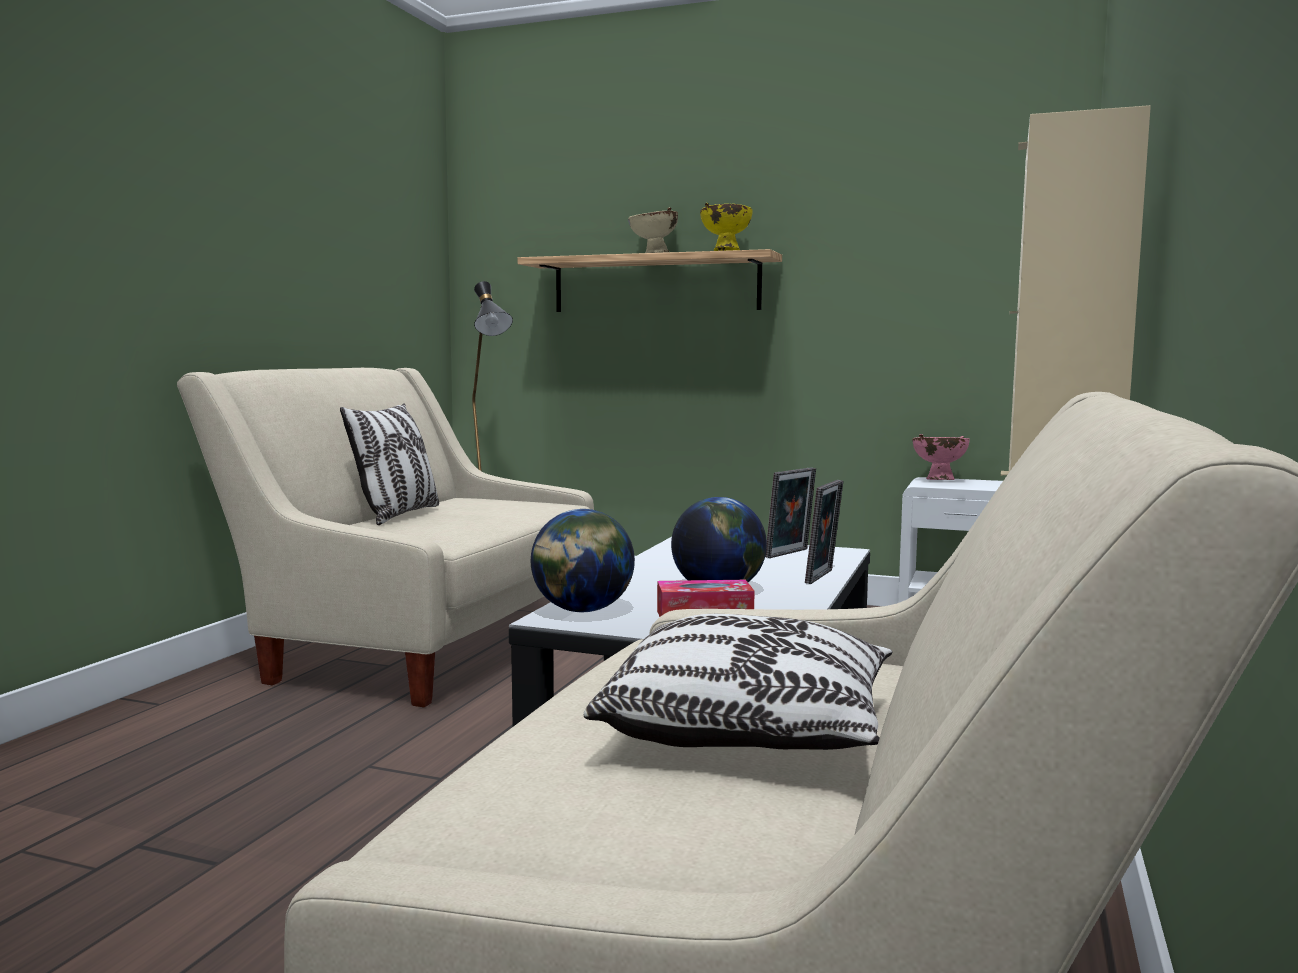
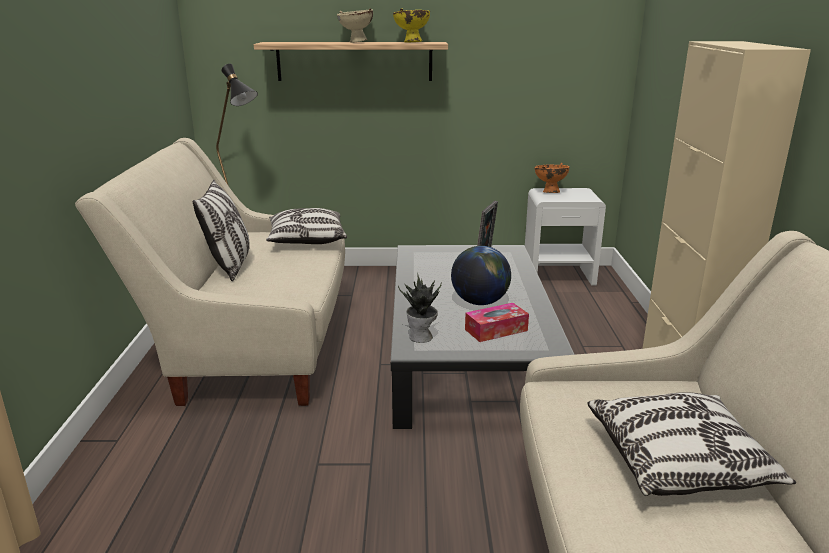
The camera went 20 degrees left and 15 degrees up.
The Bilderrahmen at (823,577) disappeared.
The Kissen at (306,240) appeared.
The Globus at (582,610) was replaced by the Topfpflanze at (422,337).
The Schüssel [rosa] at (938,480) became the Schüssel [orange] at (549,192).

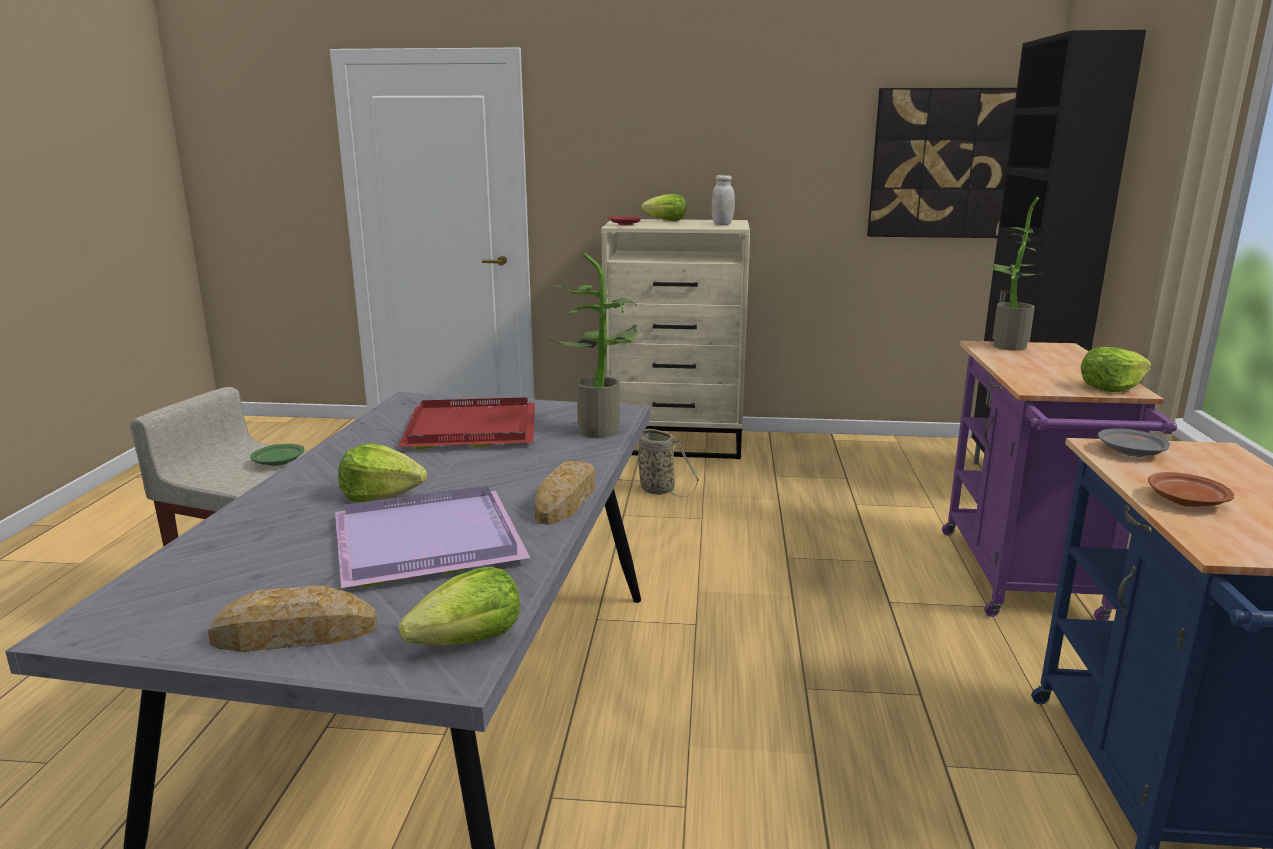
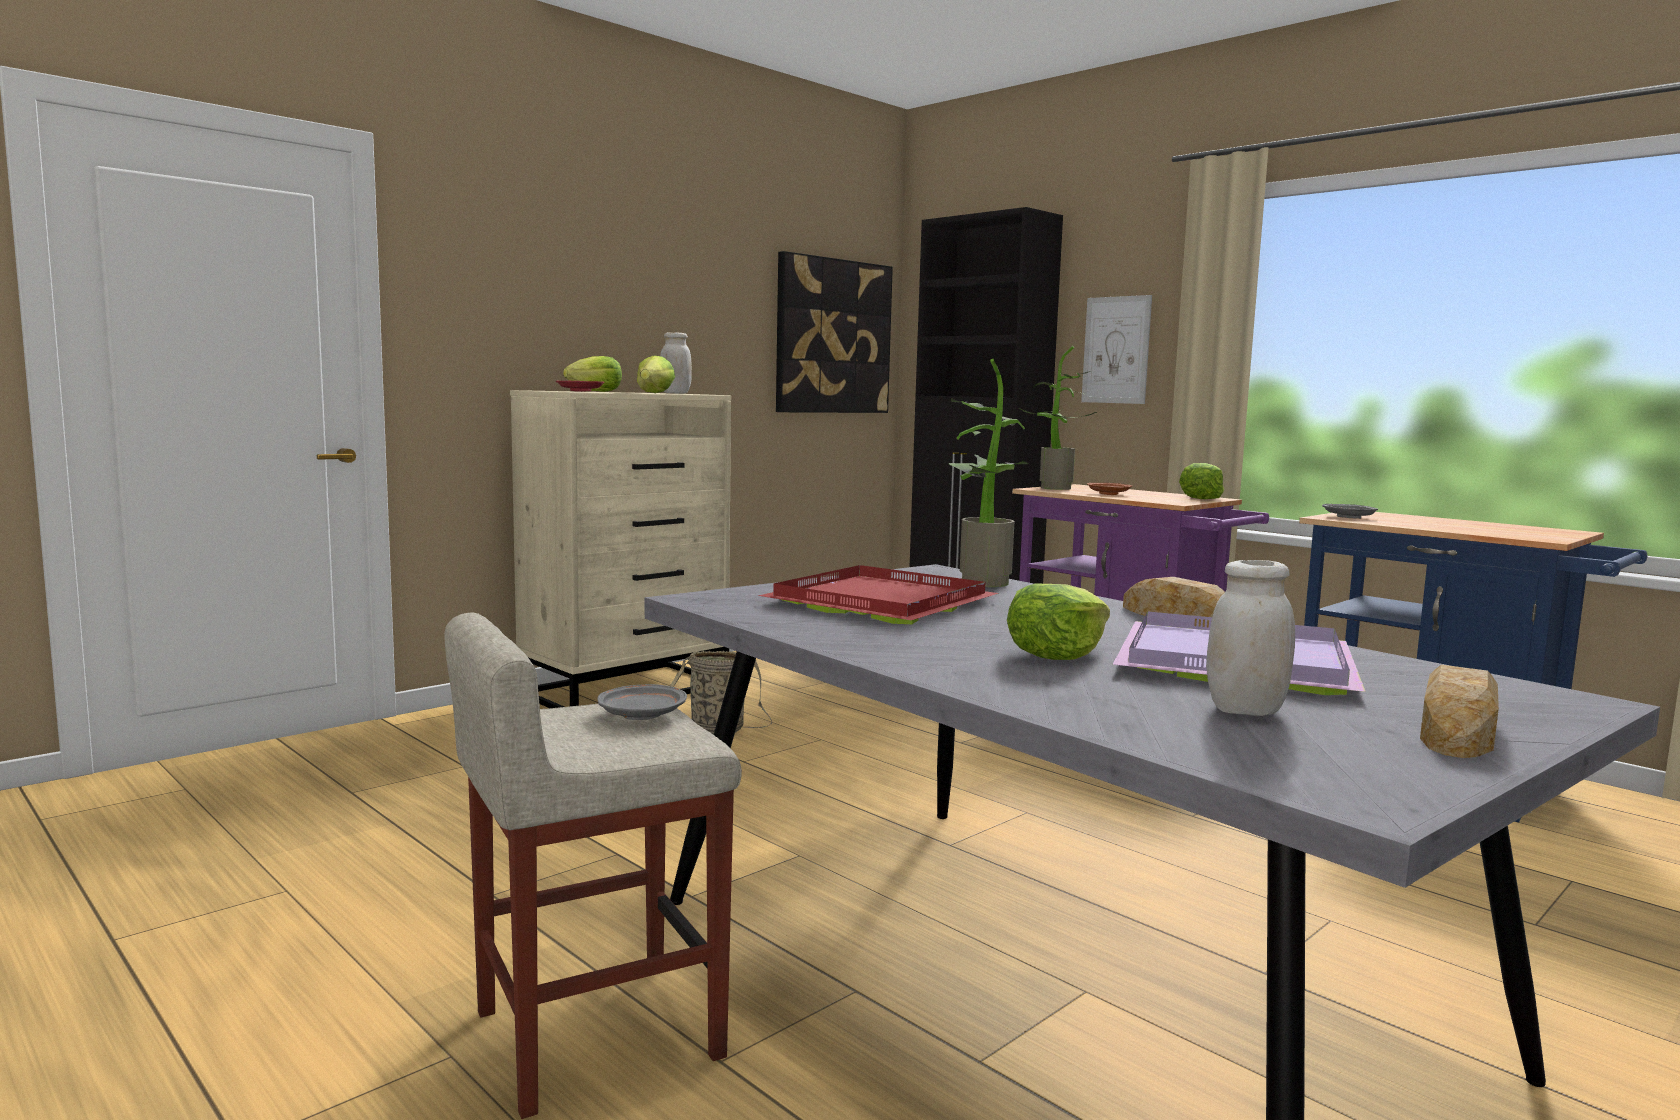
The camera went 50 degrees left and 10 degrees down.
The Bild at (1116,350) appeared.
The Vorratsglas [weiß] at (1245,710) appeared.
The Salatkopf moved from (470,642) to (654,393).
The Teller [braun] moved from (1185,500) to (1108,494).
The Teller [grün] at (279,462) became the Teller [grau] at (642,715).

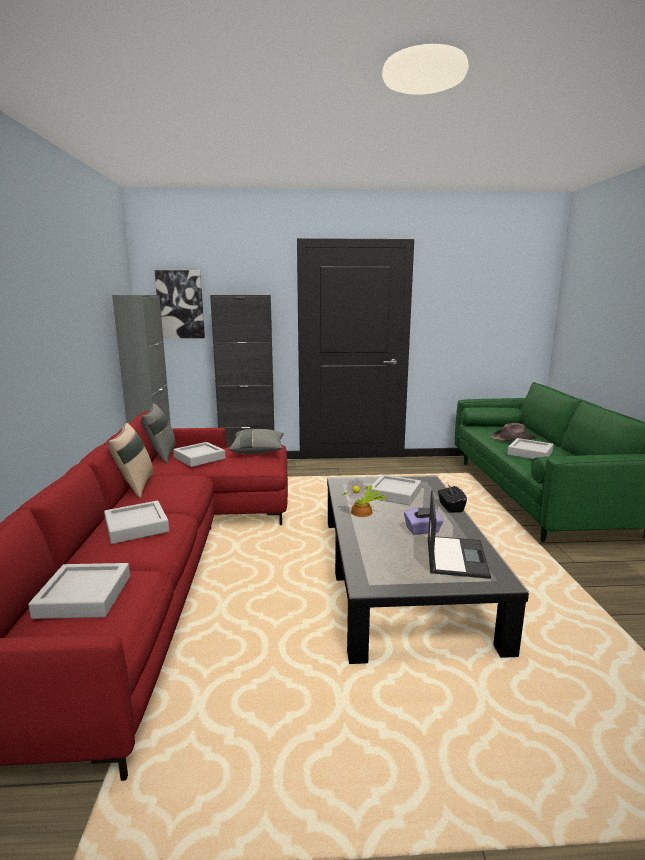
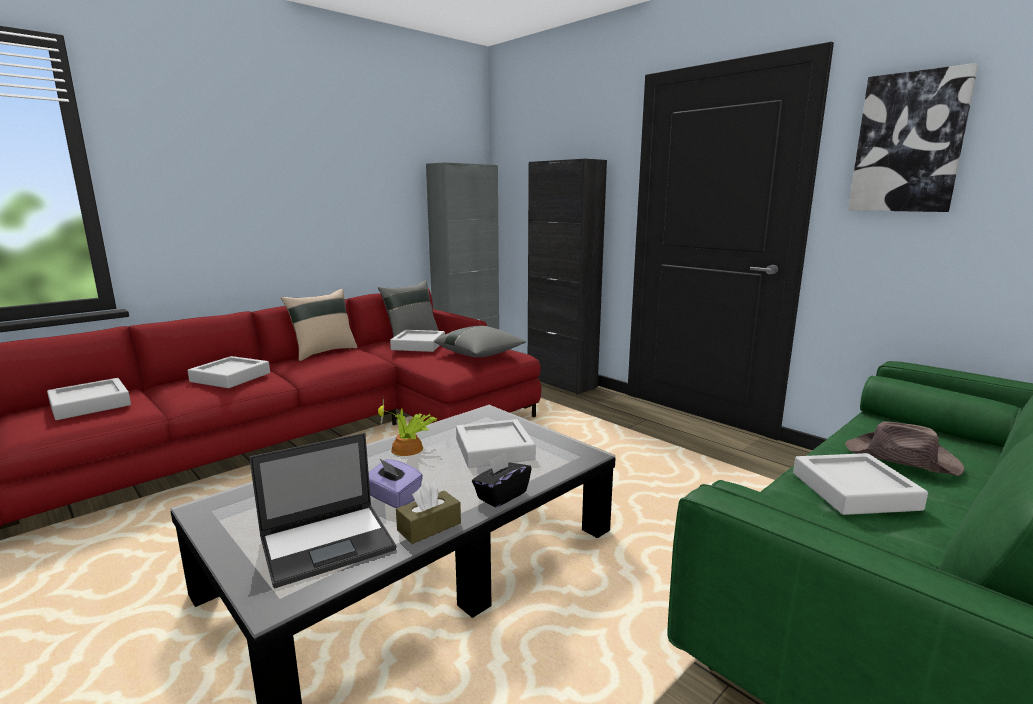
The camera went 50 degrees right and 0 degrees up.
The Taschentuchbox [braun] at (429,527) appeared.
The Bild moved from (180,304) to (909,143).

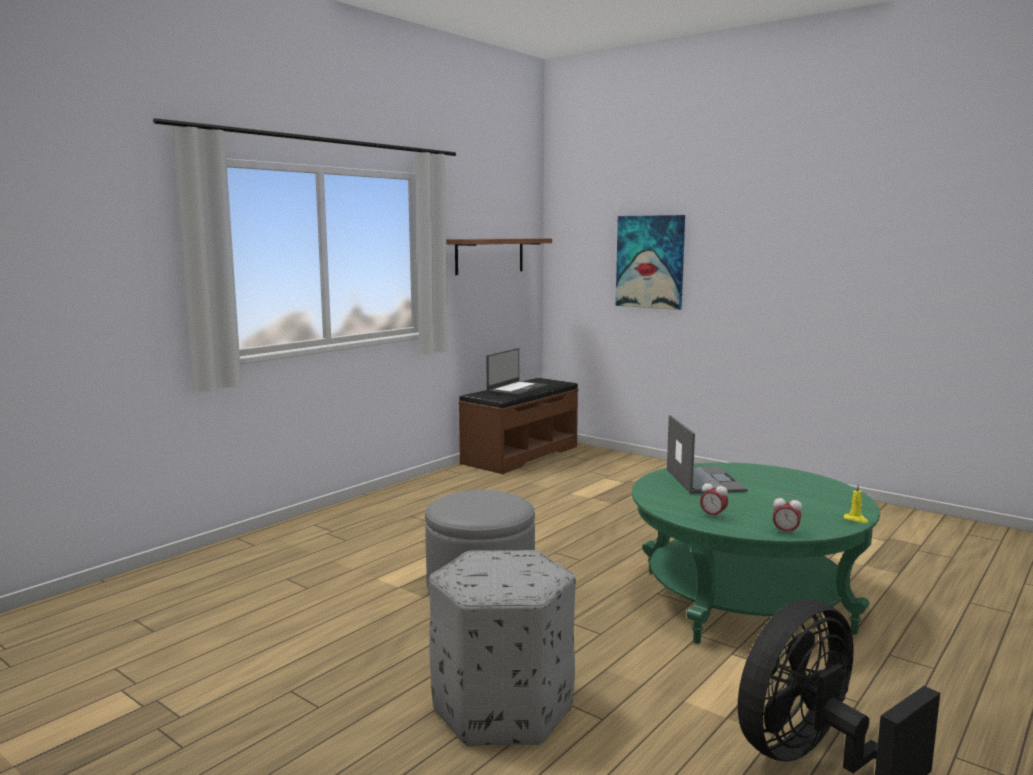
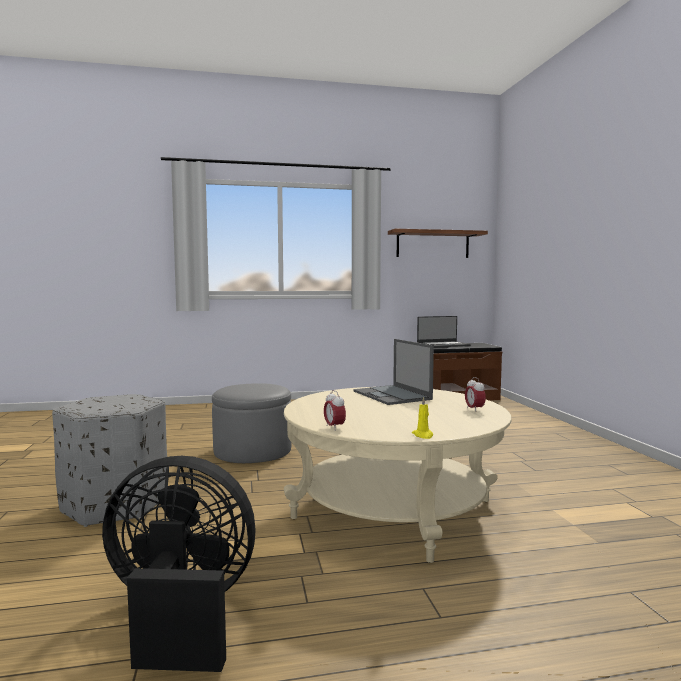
The camera went 40 degrees right and 5 degrees down.
The Bild at (650,261) disappeared.
The Wecker moved from (713,516) to (474,409).
The Couchtisch [grün] at (745,600) became the Couchtisch [beige] at (394,509).
The Laptop at (704,480) turned 120 degrees clockwise.

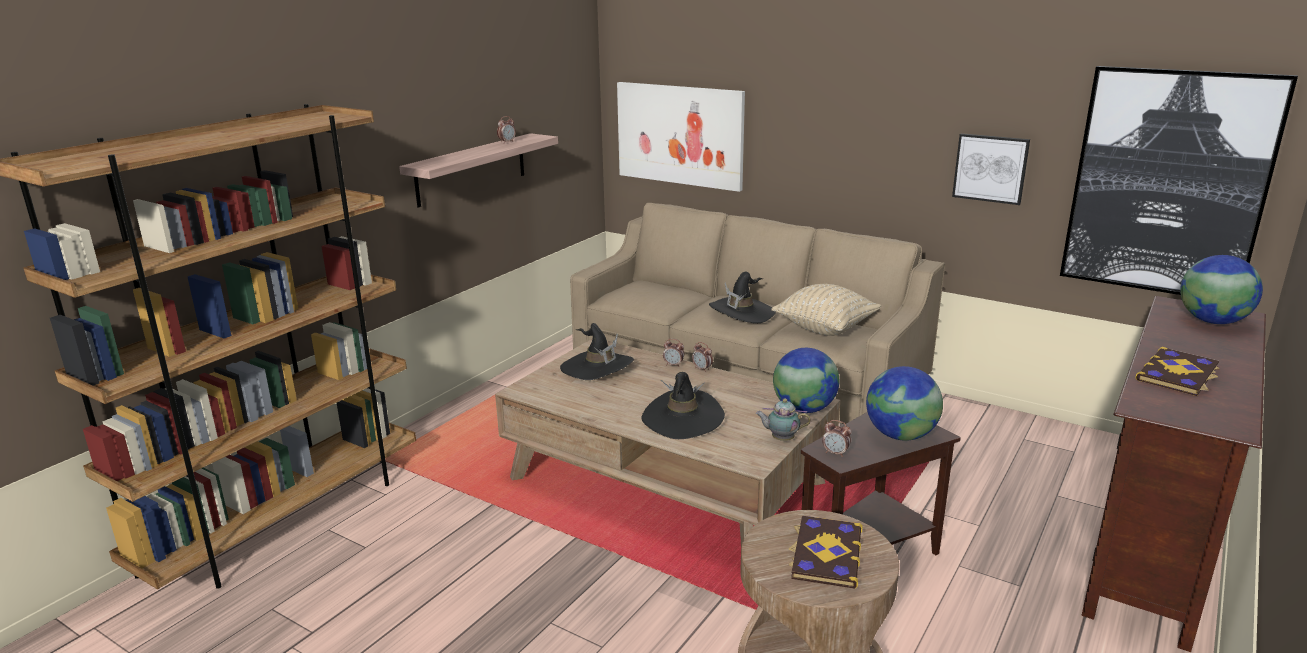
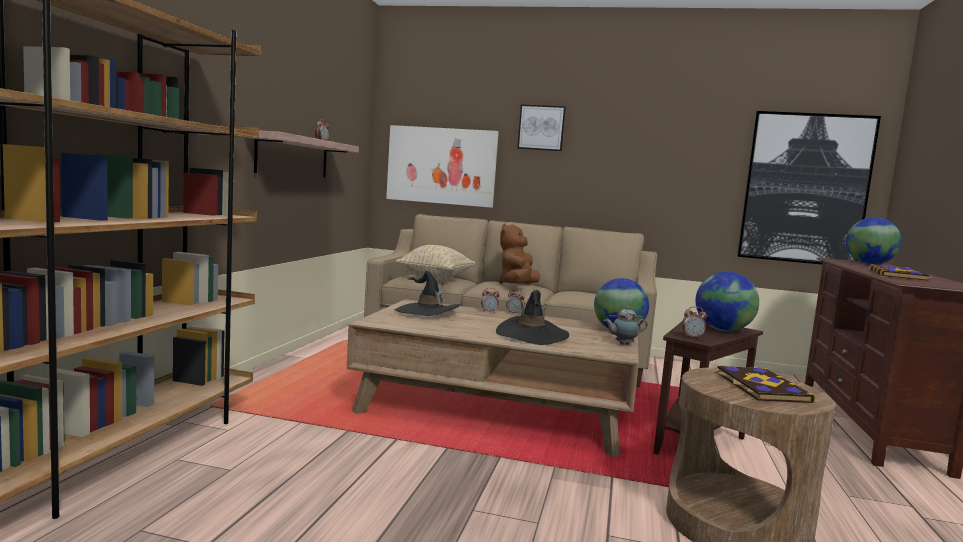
The camera went 20 degrees left and 15 degrees down.
The Kissen [beige] moved from (825,328) to (435,279).
The Bild moved from (990,168) to (541,128).
The Hut [schwarz] at (742,312) was replaced by the Plüschtier [braun] at (517,286).

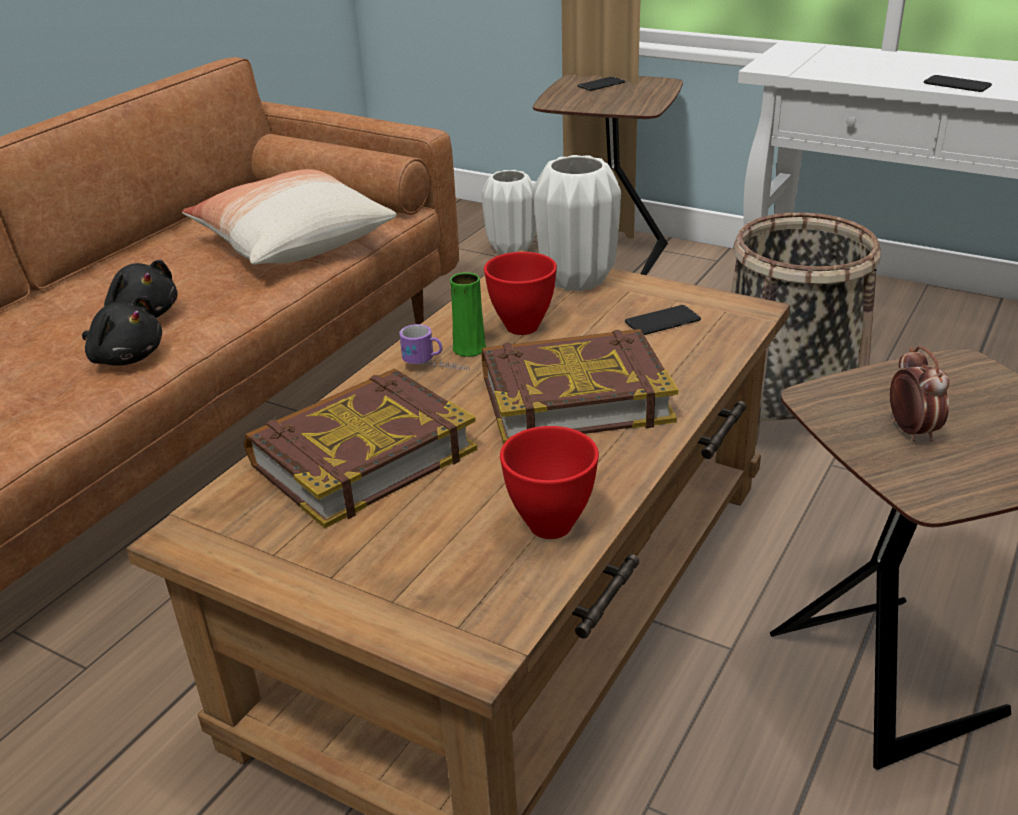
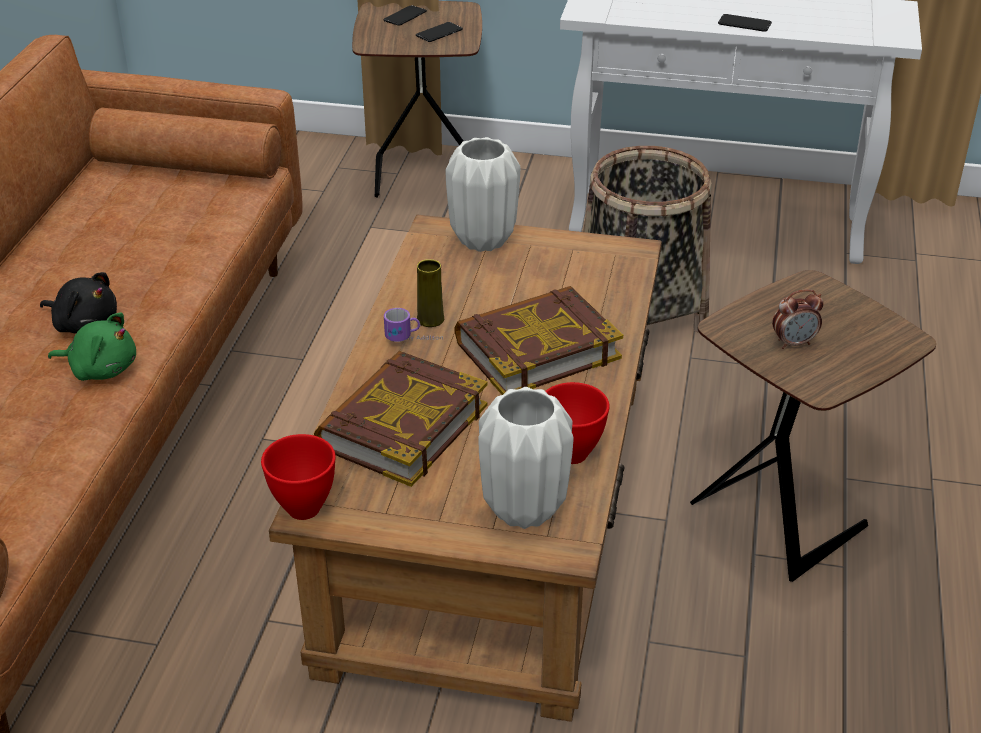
The camera went 20 degrees left and 5 degrees up.
The Kissen at (291,243) disappeared.
The Vase [weiß] moved from (510,249) to (523,510).
The Schüssel [rot] moved from (520,328) to (302,510).
The Handy moved from (662,321) to (439,33).
The Plüschtier [schwarz] at (126,357) became the Plüschtier [grün] at (101,369).
The Vase [grün] at (469,349) became the Vase [gelb] at (430,319).
The Wecker at (911,431) turned 105 degrees clockwise.

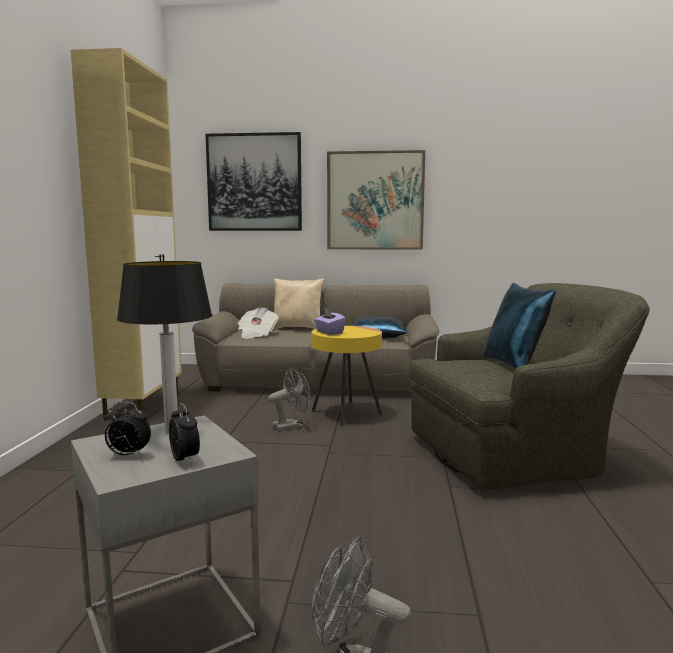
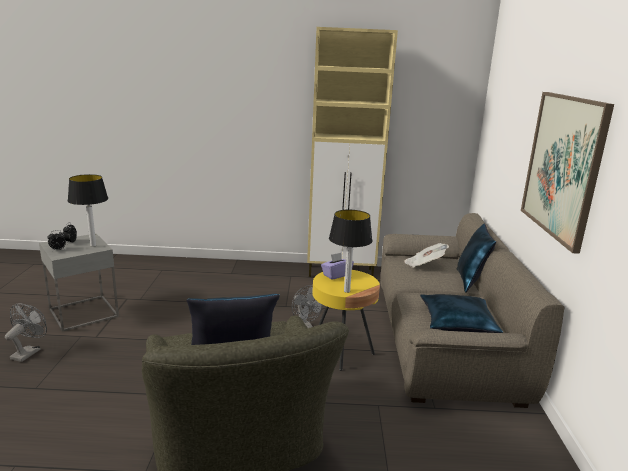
The camera went 85 degrees right and 10 degrees up.
The Bild at (254,182) disappeared.
The Tischlampe at (347,291) appeared.
The Kissen [beige] at (297,329) became the Kissen [blau] at (471,282).

